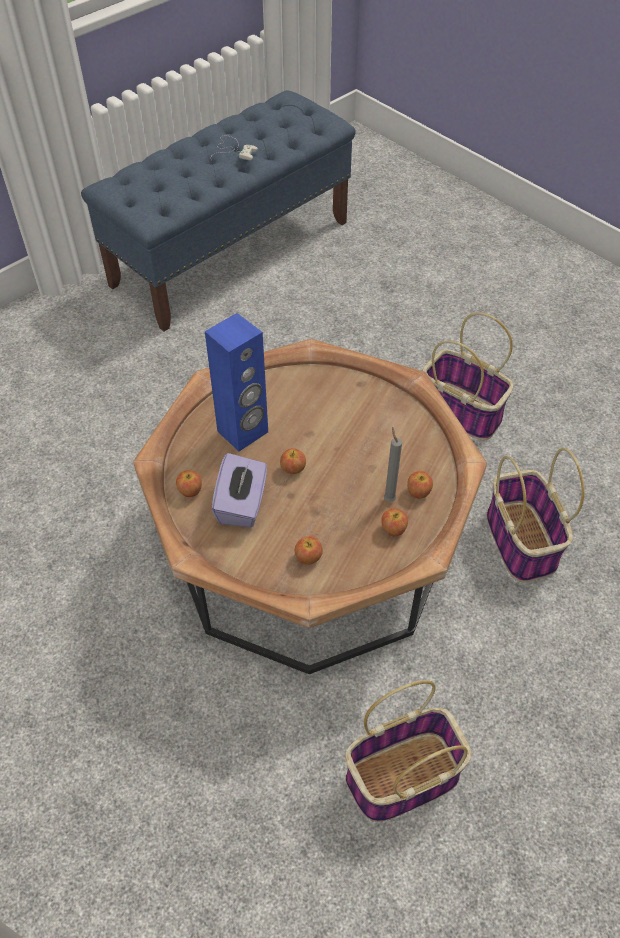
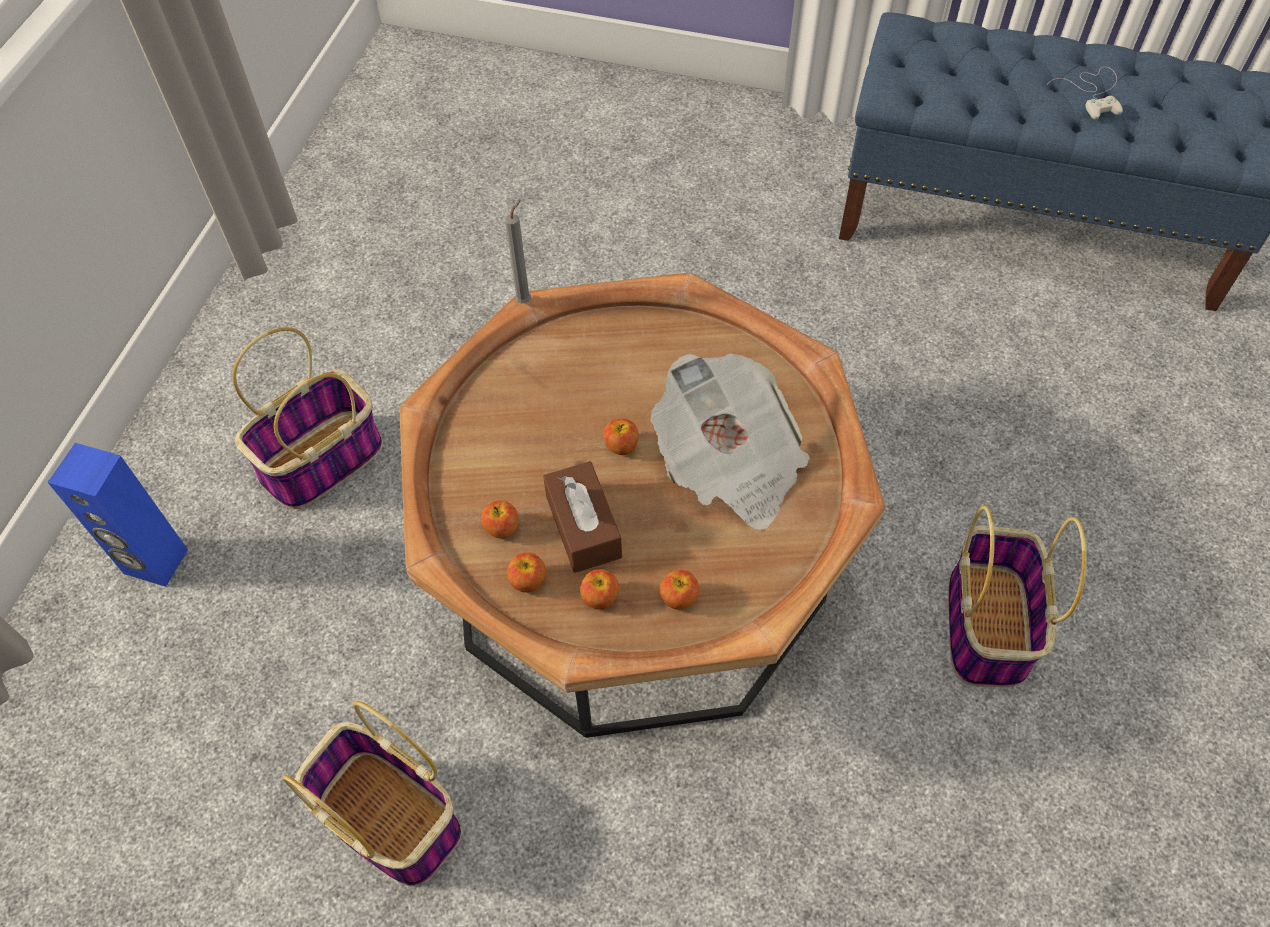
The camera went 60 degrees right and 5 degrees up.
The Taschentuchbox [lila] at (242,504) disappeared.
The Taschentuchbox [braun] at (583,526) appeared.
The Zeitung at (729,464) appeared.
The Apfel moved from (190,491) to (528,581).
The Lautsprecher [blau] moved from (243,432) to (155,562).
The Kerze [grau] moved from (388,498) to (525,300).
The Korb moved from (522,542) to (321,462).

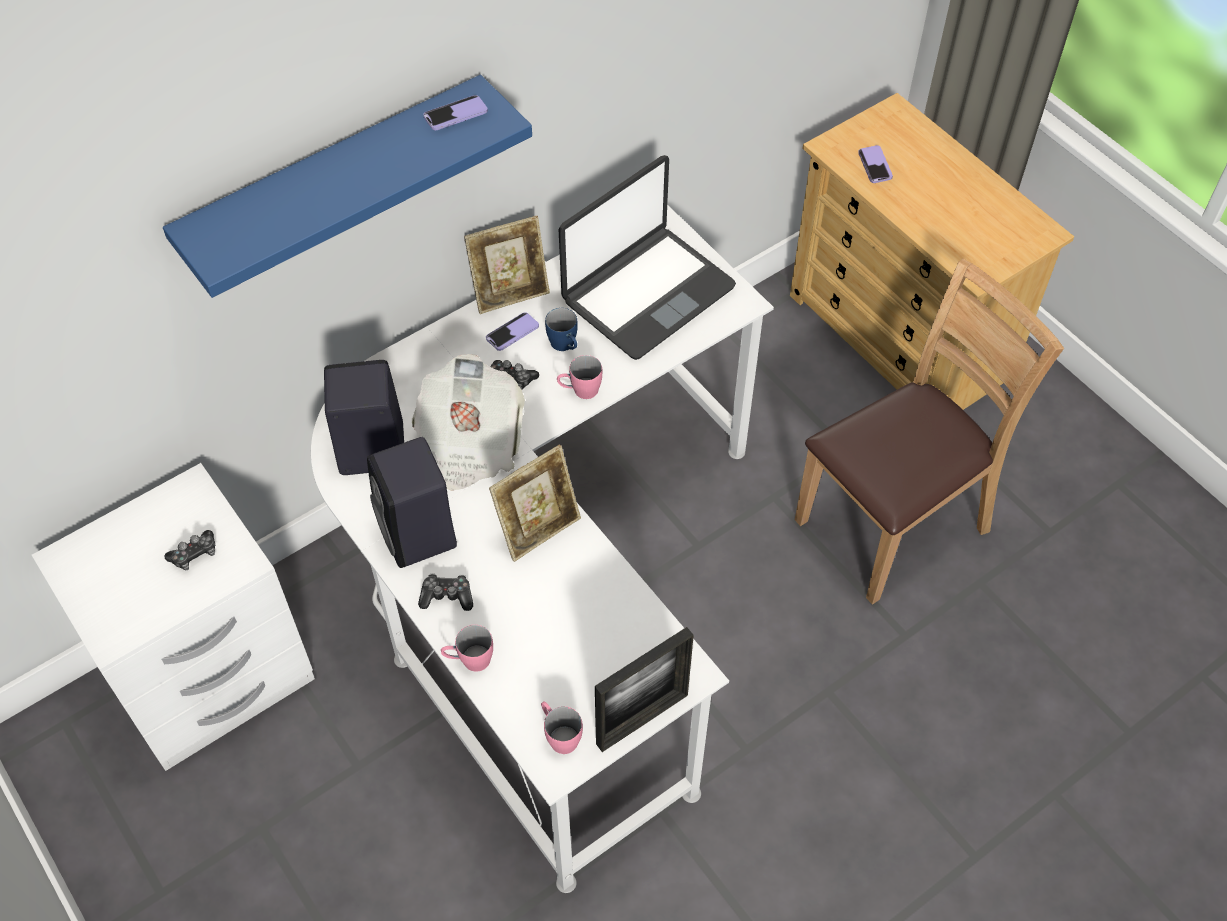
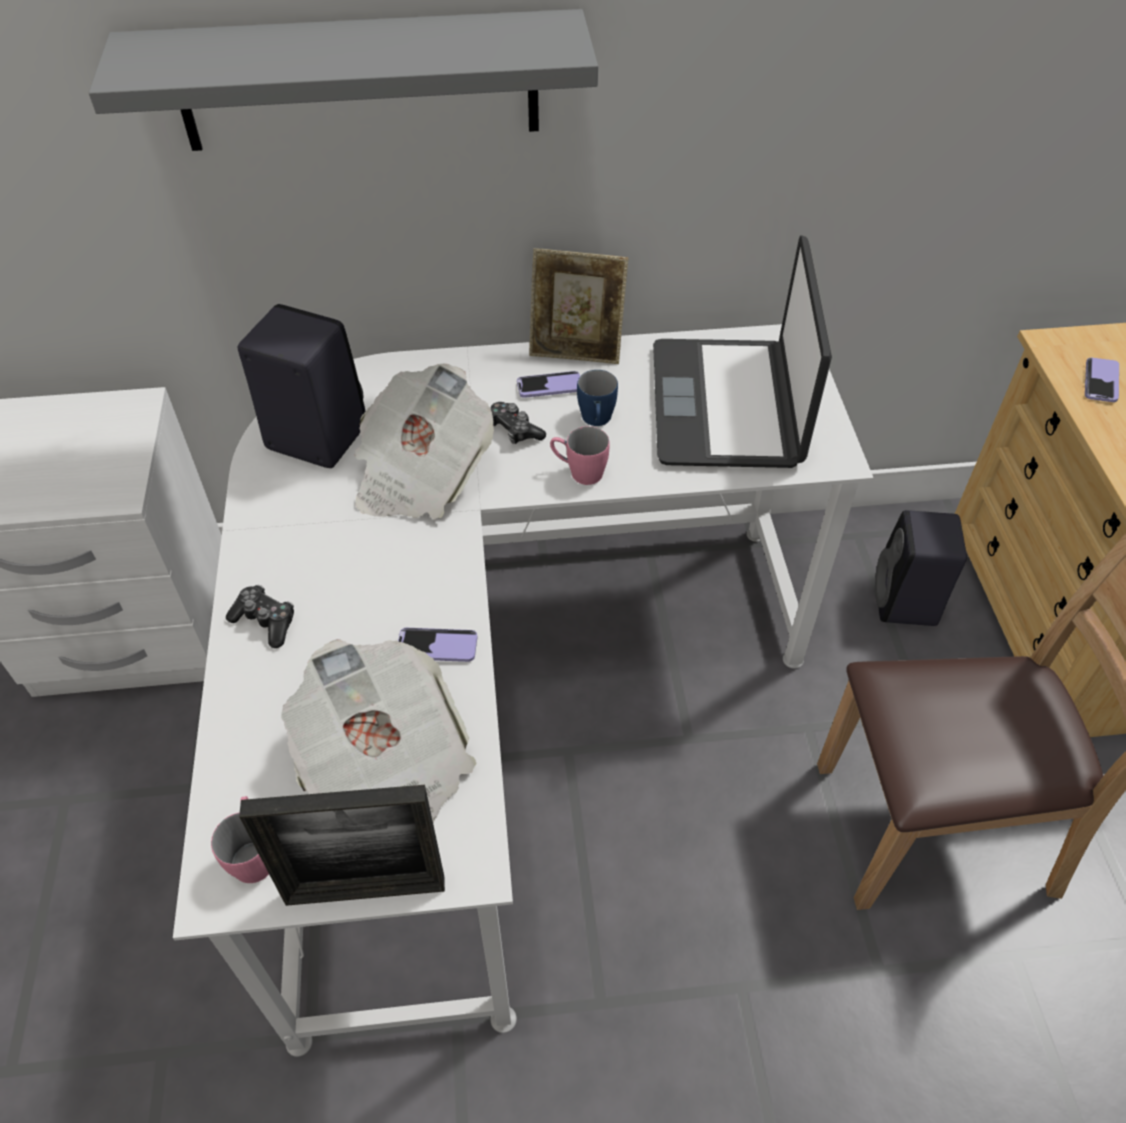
The camera went 30 degrees right and 5 degrees down.
The Gamepad at (194,554) disappeared.
The Henkelbecher [rosa] at (469,660) disappeared.
The Bilderrahmen at (538,528) disappeared.
The Zeitung at (387,765) appeared.
The Lautsprecher [schwarz] moved from (419,535) to (906,603).
The Handy moved from (455,114) to (437,646).
The Wandregal [blau] at (335,182) became the Wandregal [grau] at (358,81).
The Laptop at (647,293) turned 105 degrees clockwise.

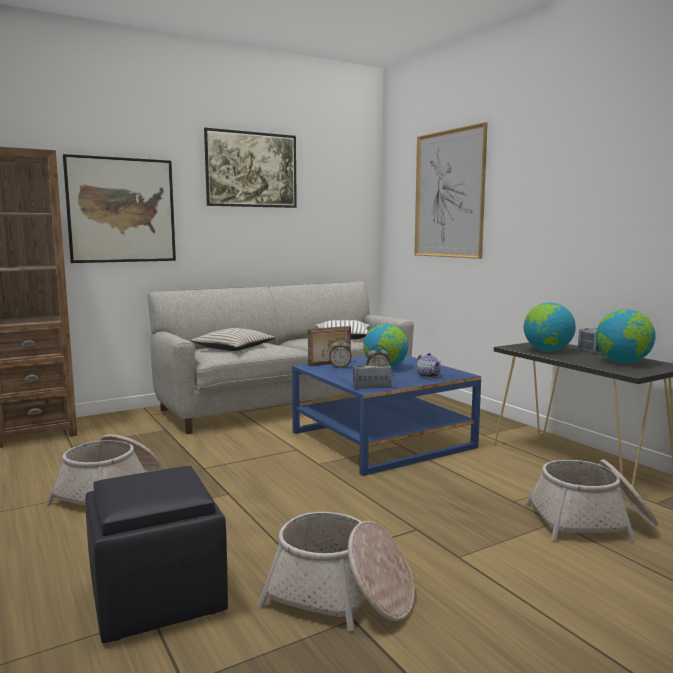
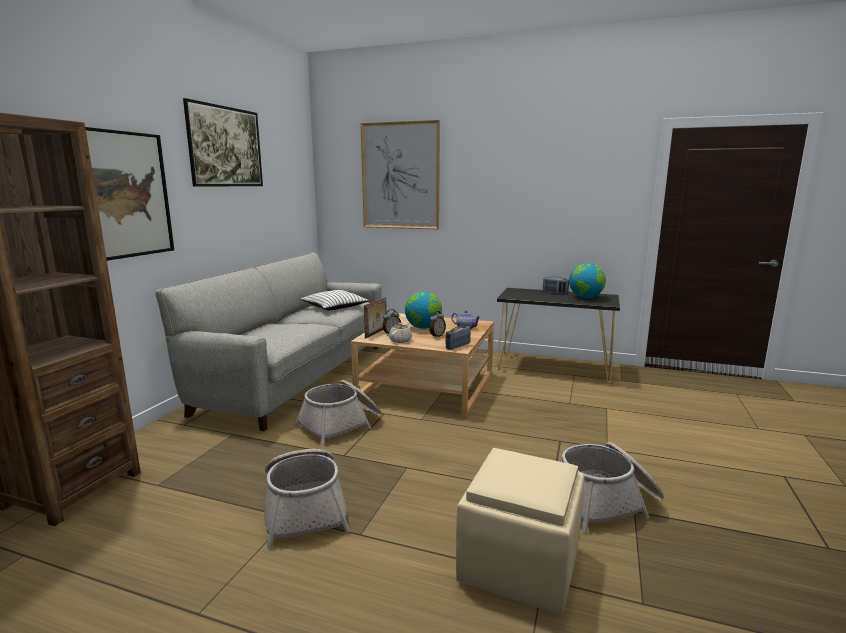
The camera went 40 degrees left and 5 degrees up.
The Kissen [beige] at (234,348) disappeared.
The Globus at (547,351) disappeared.
The Teekanne [beige] at (400,340) appeared.
The Korb moved from (591,522) to (341,424).
The Polsterhocker [schwarz] at (159,598) became the Polsterhocker [beige] at (520,565).
The Couchtisch [blau] at (382,439) became the Couchtisch [beige] at (426,386).

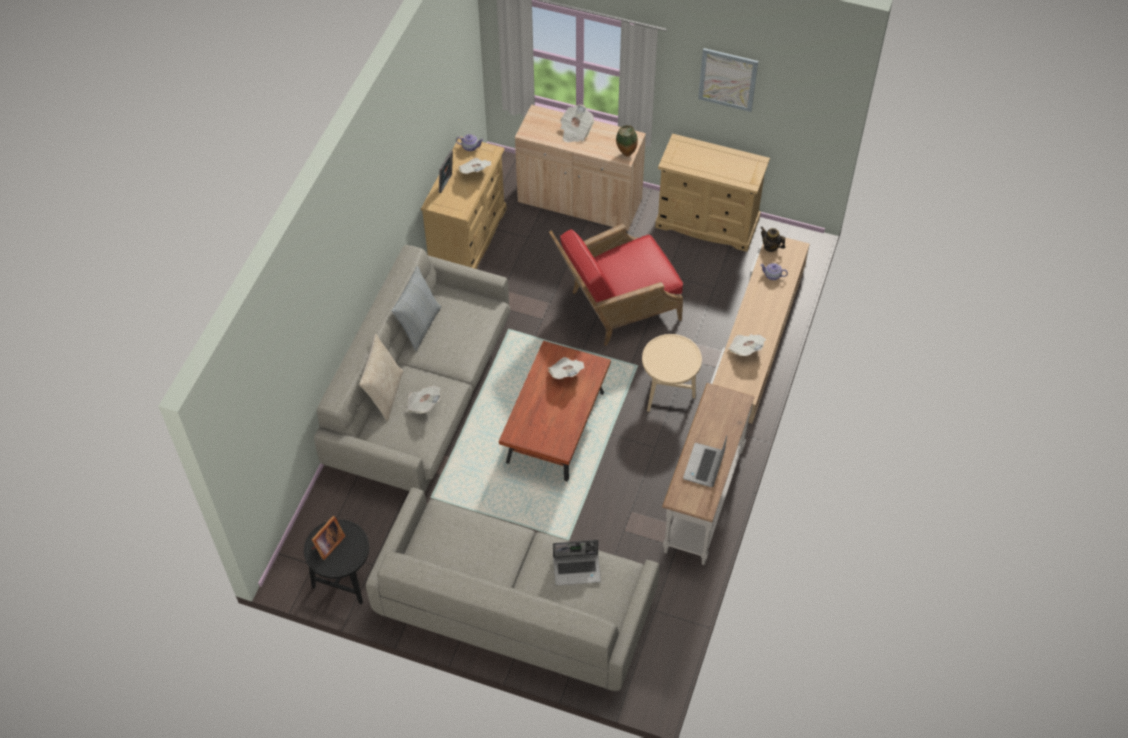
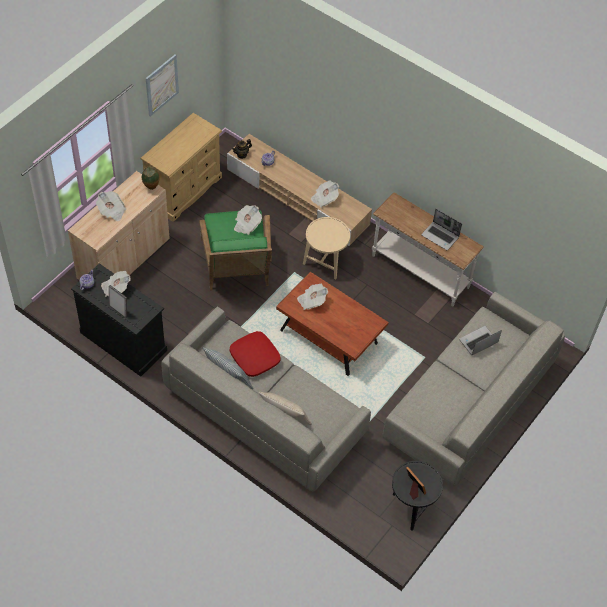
The camera went 75 degrees left and 0 degrees up.
The Kissen [rot] at (254,357) appeared.
The Zeitung moved from (423,404) to (247,224).
The Kommode [beige] at (468,237) became the Kommode [schwarz] at (123,341).
The Sessel [rot] at (616,307) became the Sessel [grün] at (237,268).
The Laptop at (577,569) turned 135 degrees counterclockwise.

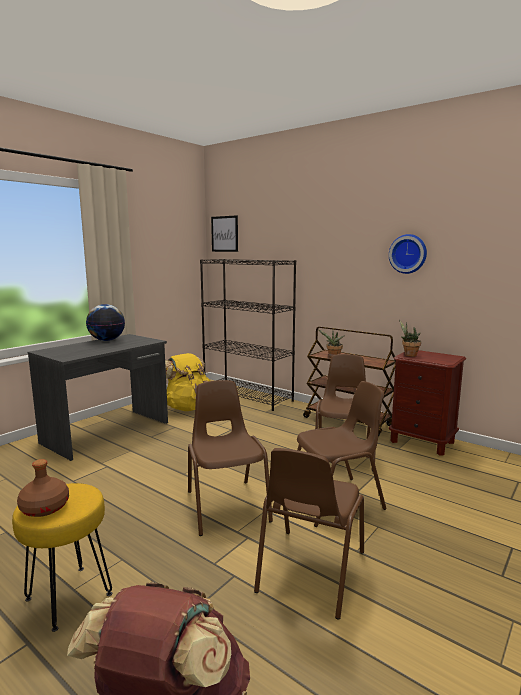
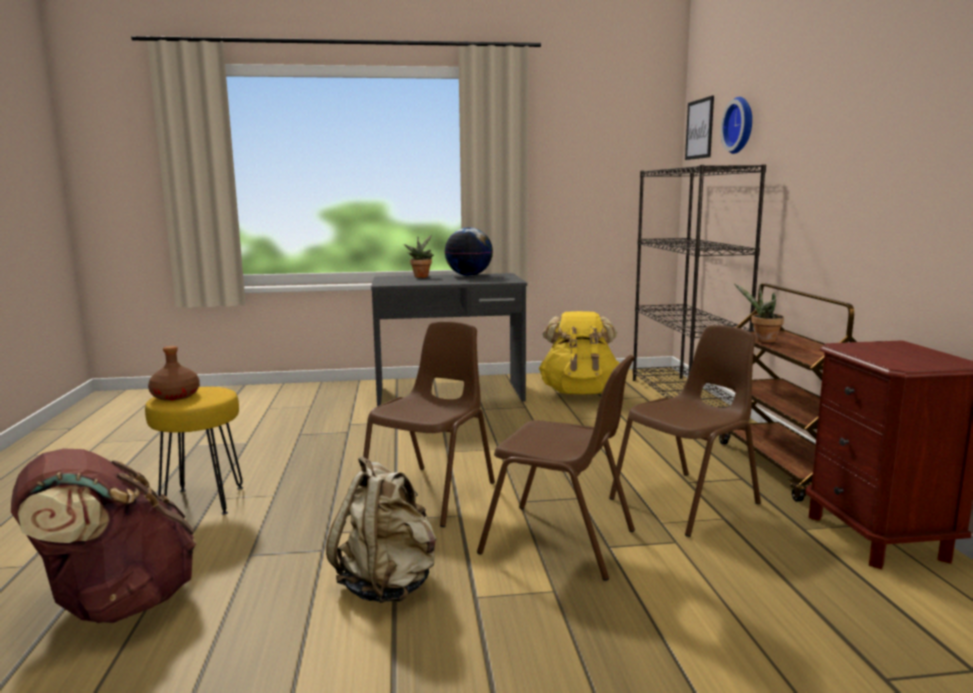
The camera went 45 degrees right and 0 degrees up.
The Wanduhr moved from (408,254) to (741,125).
The Topfpflanze moved from (408,355) to (421,276).
The Stuhl [braun] at (309,572) was replaced by the Rucksack [beige] at (388,585).

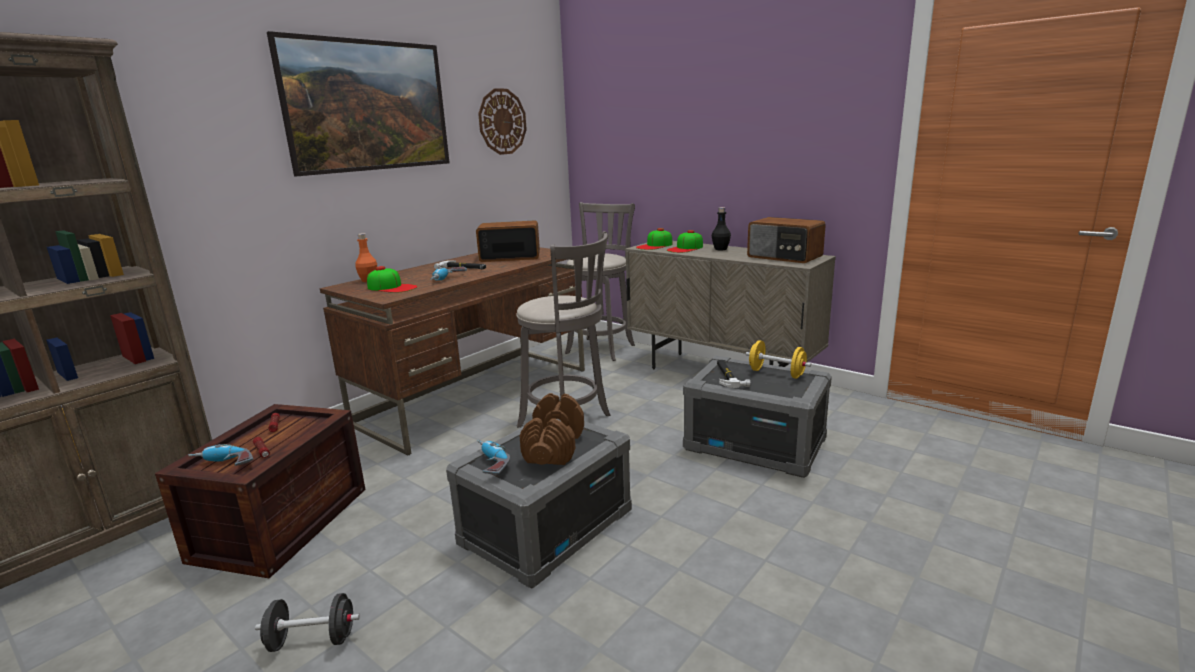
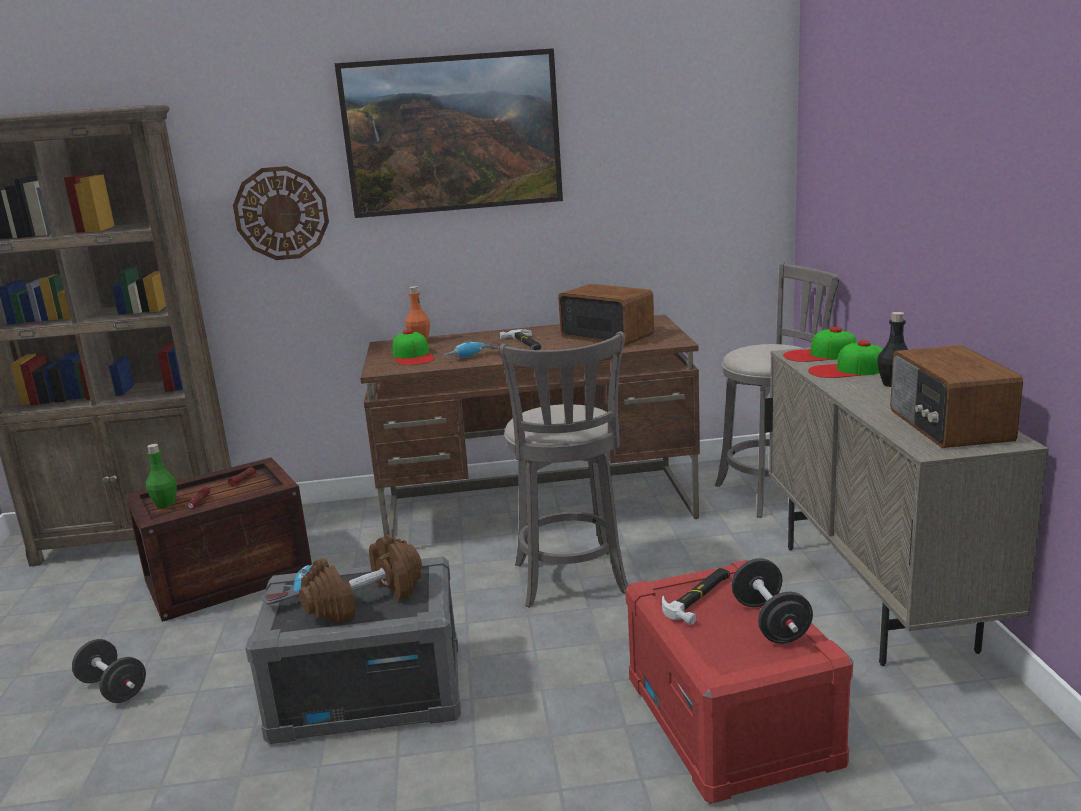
The camera went 45 degrees right and 0 degrees up.
The Wanduhr moved from (502,121) to (281,213).
The Bohrmaschine at (223,464) was replaced by the Flasche [grün] at (165,504).
The Aufbewahrungsbox [grau] at (755,444) became the Aufbewahrungsbox [rot] at (732,722).
The Hantel [gelb] at (776,373) became the Hantel [schwarz] at (770,622).

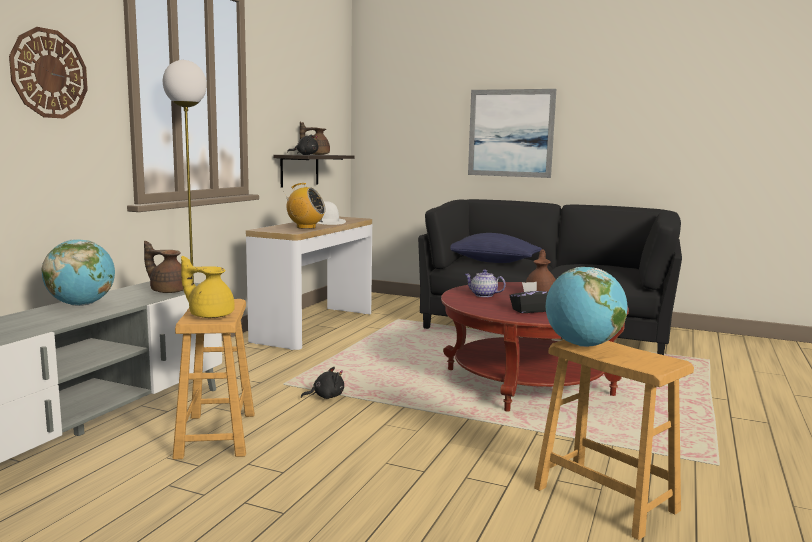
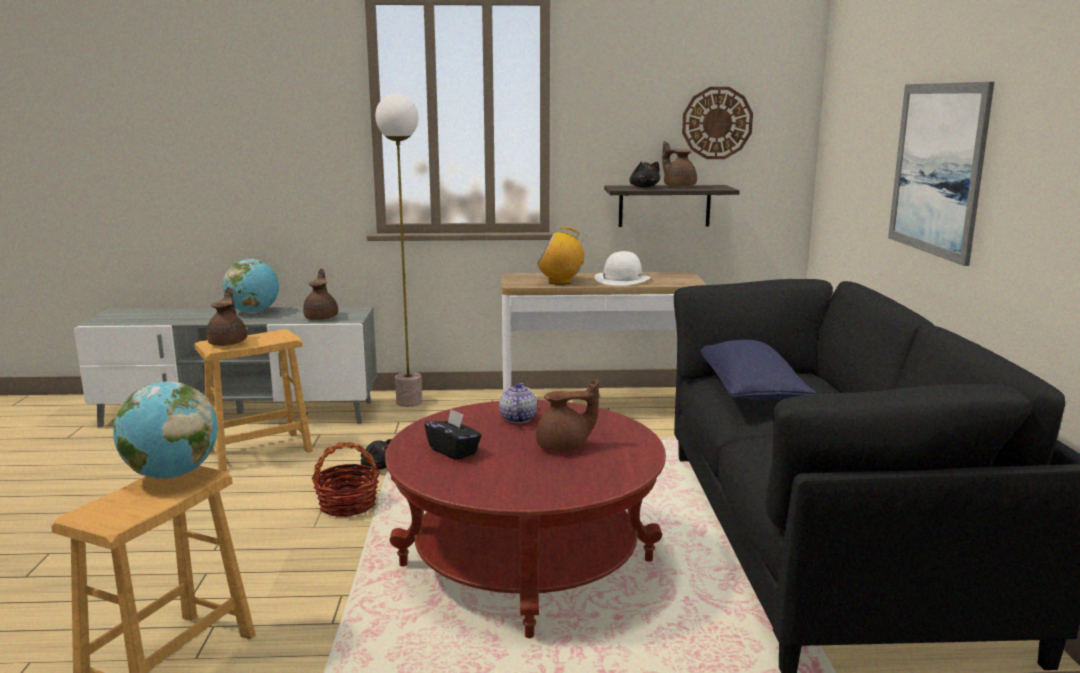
The camera went 65 degrees right and 5 degrees up.
The Korb at (347,505) appeared.
The Wanduhr moved from (49,73) to (717,123).
The Teekanne [gelb] at (210,315) became the Teekanne [braun] at (229,343).
The Radio at (305,227) turned 105 degrees clockwise.

